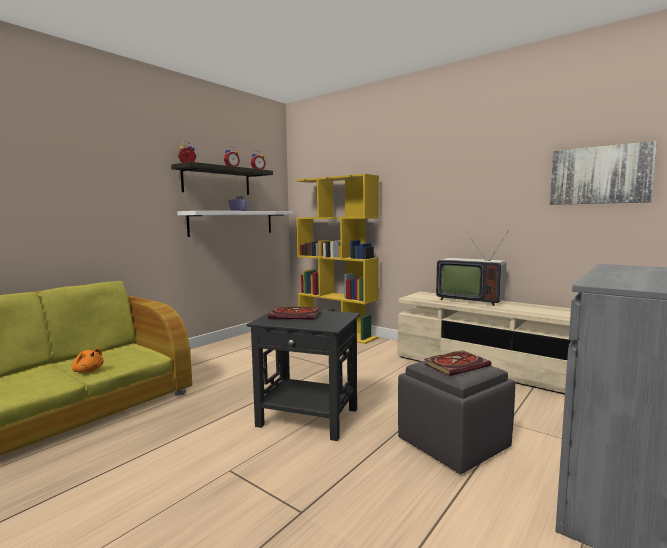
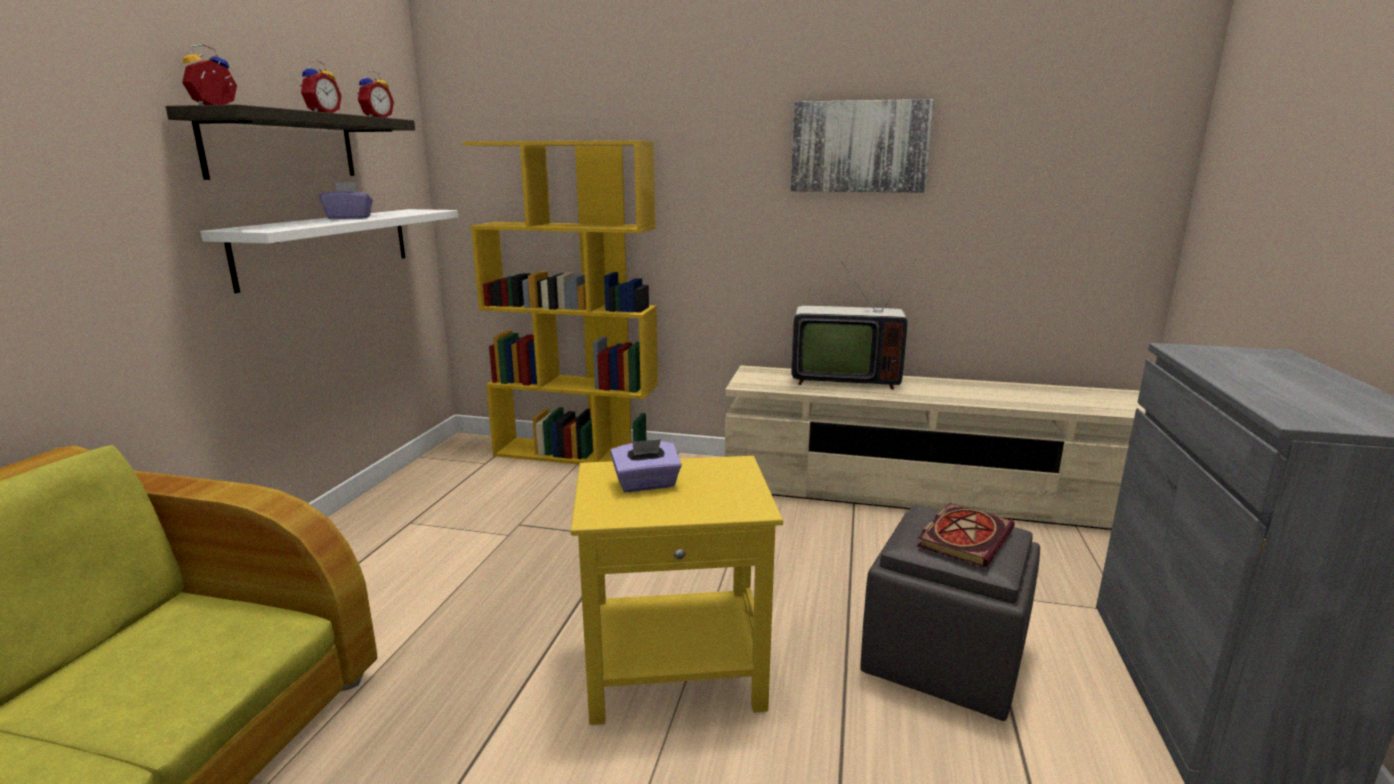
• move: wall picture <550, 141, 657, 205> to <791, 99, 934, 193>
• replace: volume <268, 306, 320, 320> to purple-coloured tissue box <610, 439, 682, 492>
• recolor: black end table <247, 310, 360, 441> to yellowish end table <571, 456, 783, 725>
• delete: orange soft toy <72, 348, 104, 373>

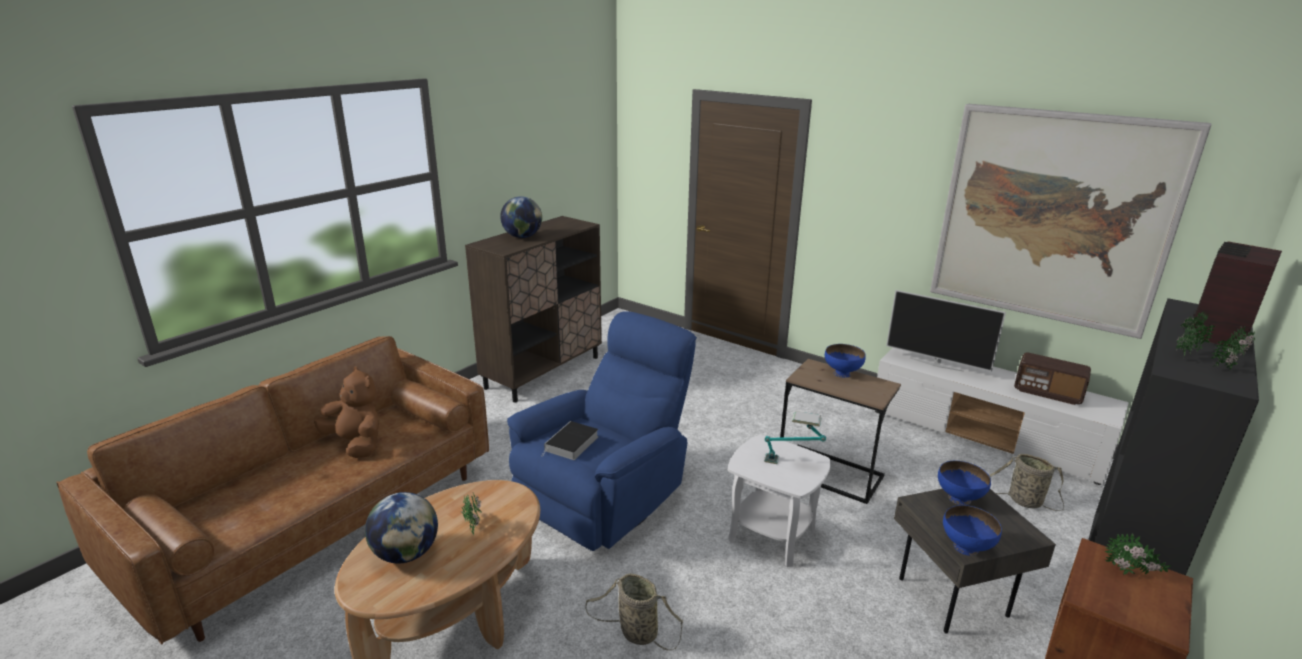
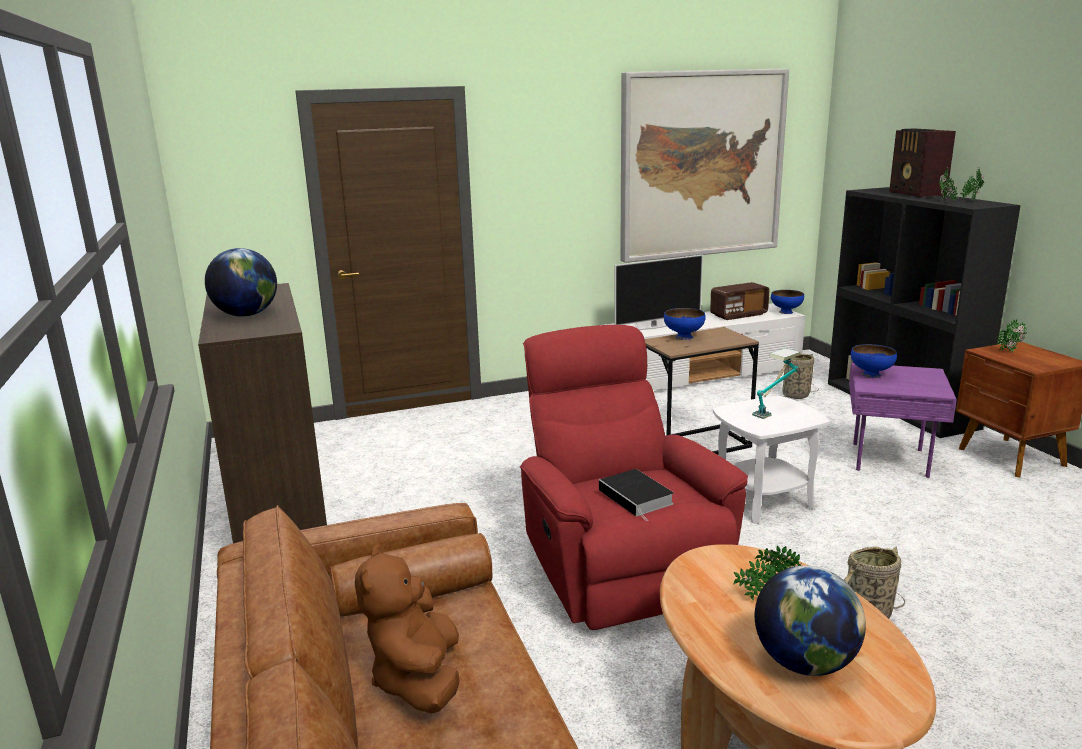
• recolor: bluish easy chair <507, 311, 697, 551> to red-coloured easy chair <520, 325, 748, 630>
• rotate: brown soft toy <314, 367, 379, 458> = <355, 544, 460, 714> 75 degrees counterclockwise
• recolor: grey end table <894, 489, 1056, 634> to purple-coloured end table <849, 363, 957, 478>
• move: bluish deep dish <943, 505, 1002, 556> to <771, 290, 804, 314>

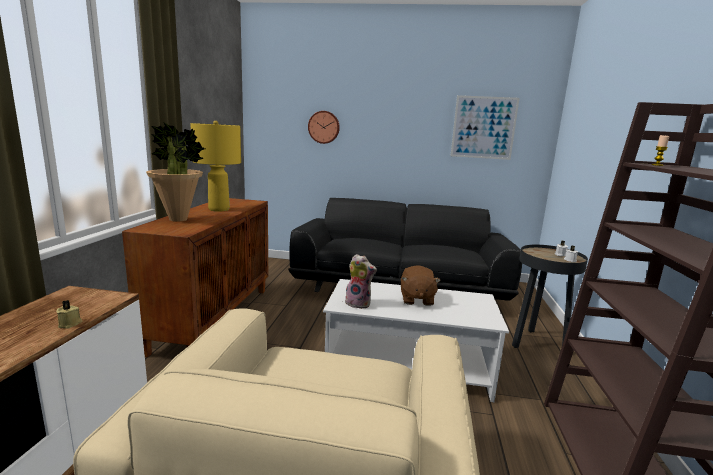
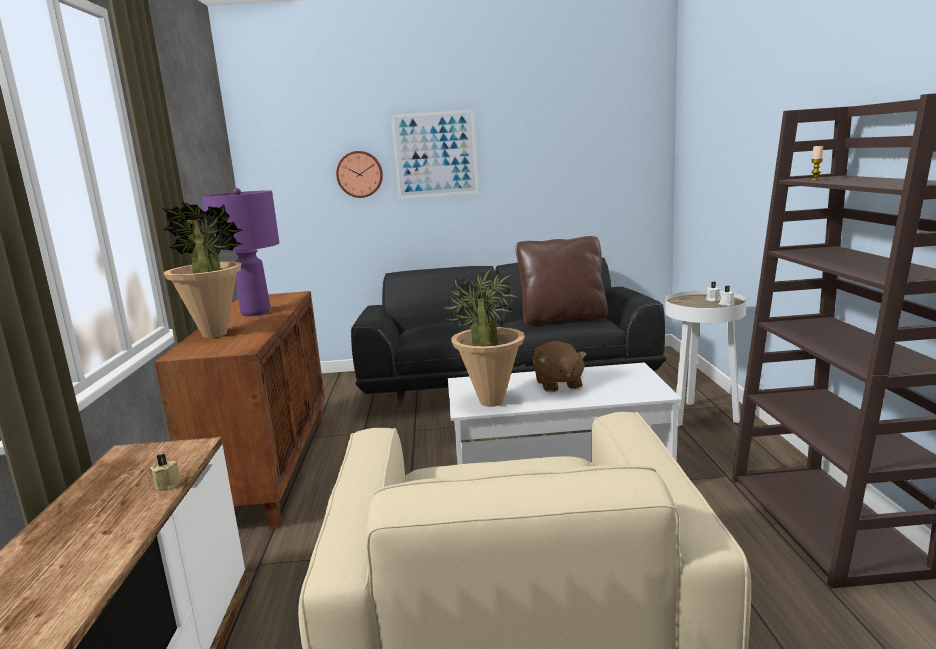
• move: wall picture <451, 95, 520, 160> to <391, 110, 478, 199>
• recolor: yellowish table lamp <190, 121, 241, 212> to purple-coloured table lamp <202, 188, 279, 316>
• recolor: black end table <512, 245, 588, 348> to whitish end table <665, 290, 747, 427>
• replace: soft toy <345, 254, 377, 309> to houseplant <443, 268, 525, 407>
• insert: brown pillow <516, 236, 608, 325>

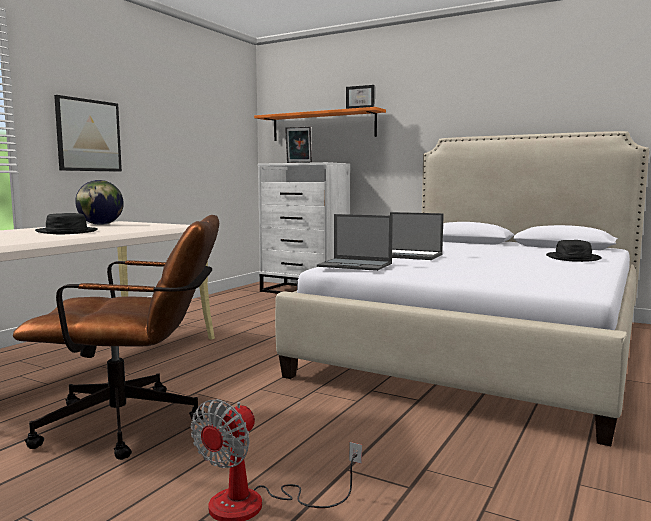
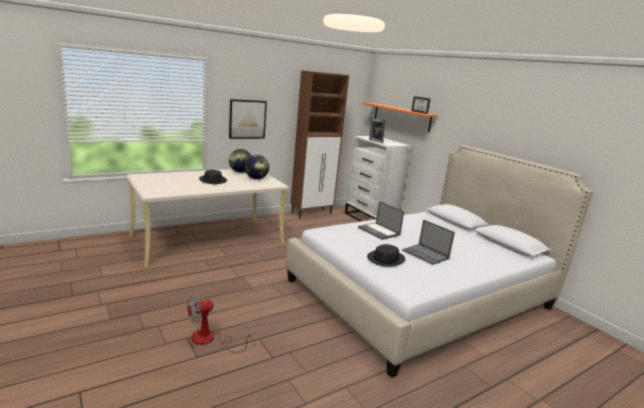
• move: notebook computer <317, 214, 393, 271> to <402, 220, 455, 265>
• delete: brown computer chair <13, 215, 219, 460>
• move: black wearable hat <546, 240, 602, 262> to <367, 244, 405, 267>
• insert: brown cupboard <291, 70, 349, 218>
• insert: globe <245, 155, 269, 179>

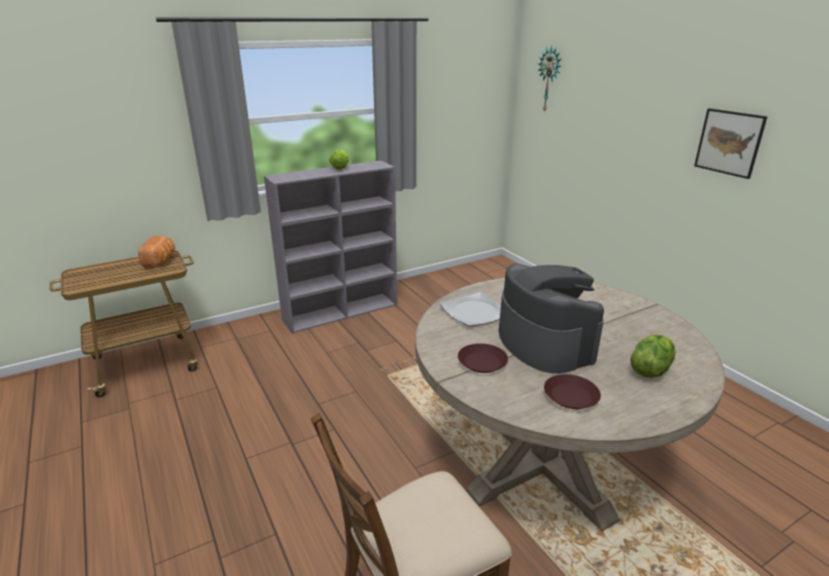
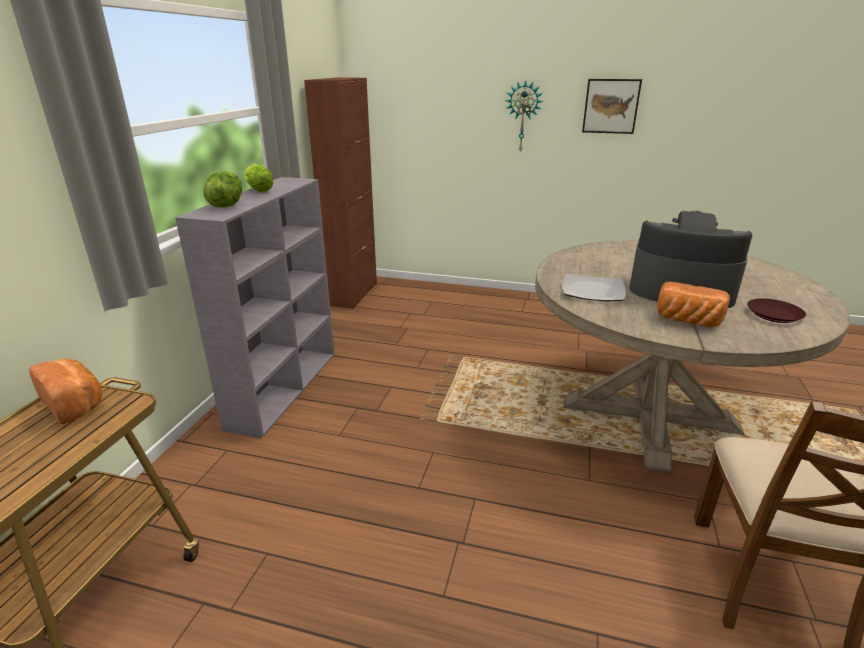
• move: clock on the wall <538, 46, 561, 113> to <505, 80, 544, 153>
• move: lettuce <630, 334, 676, 378> to <203, 171, 242, 208>
• replace: brown plate <458, 343, 508, 373> to bakery bread <657, 282, 730, 327>
• insert: brown cupboard <304, 77, 377, 309>

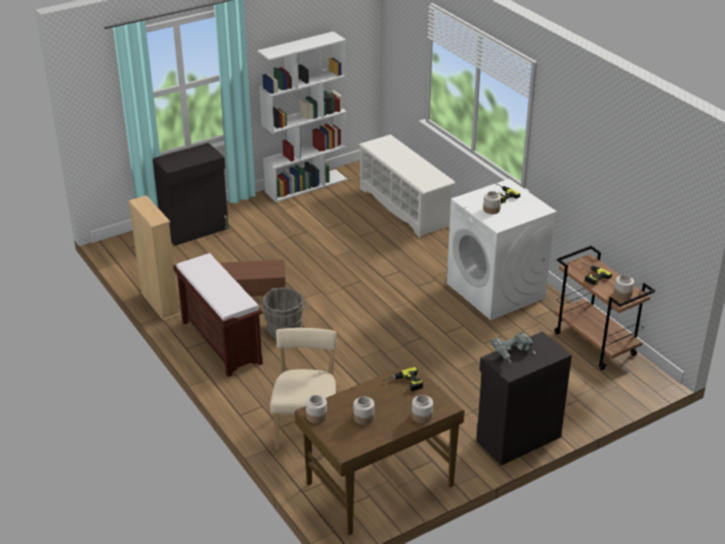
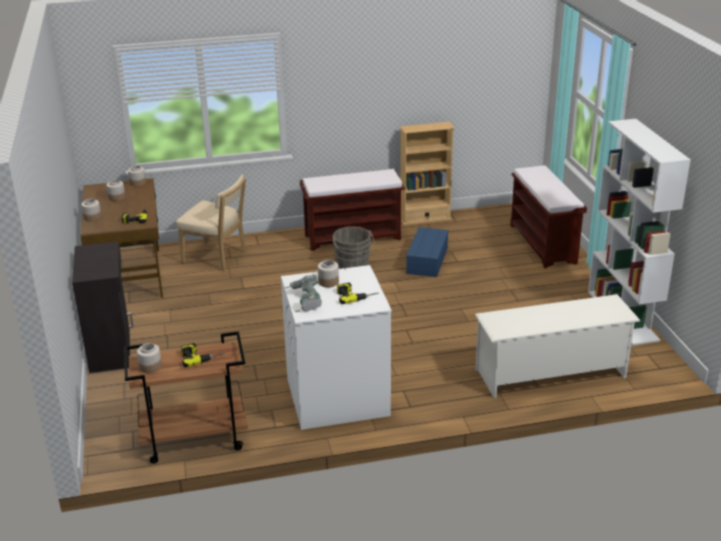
• replace: black cupboard <153, 143, 229, 246> to brown bench <510, 165, 587, 268>
• recolor: brown storage bin <221, 260, 285, 296> to bluish storage bin <406, 227, 449, 277>
• move: electric drill <491, 331, 536, 363> to <285, 275, 322, 312>

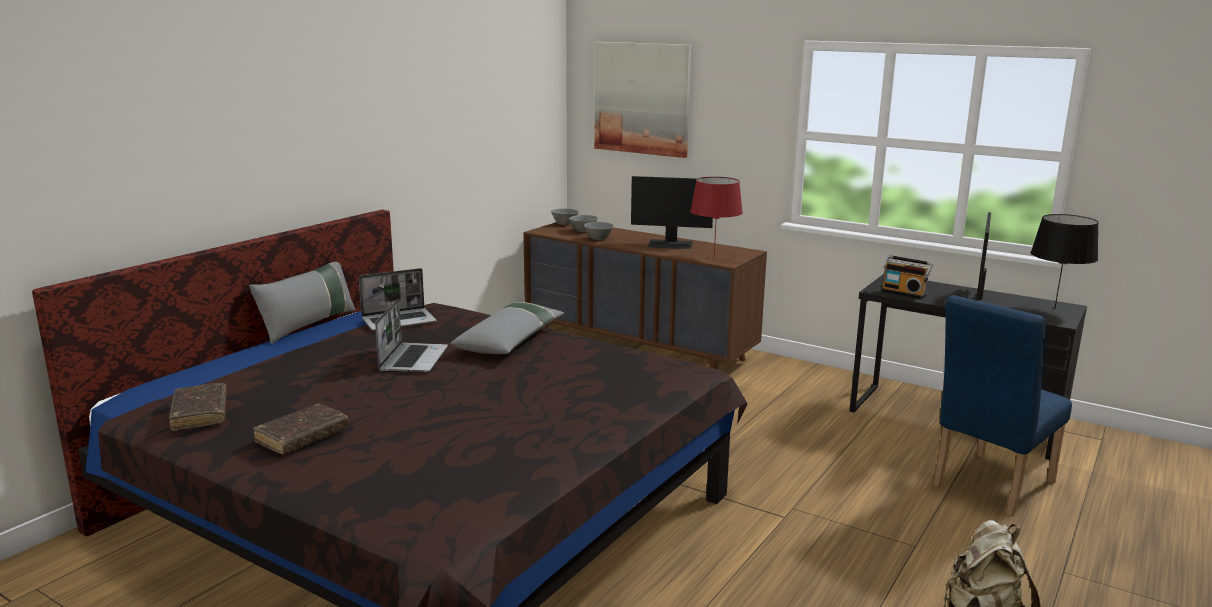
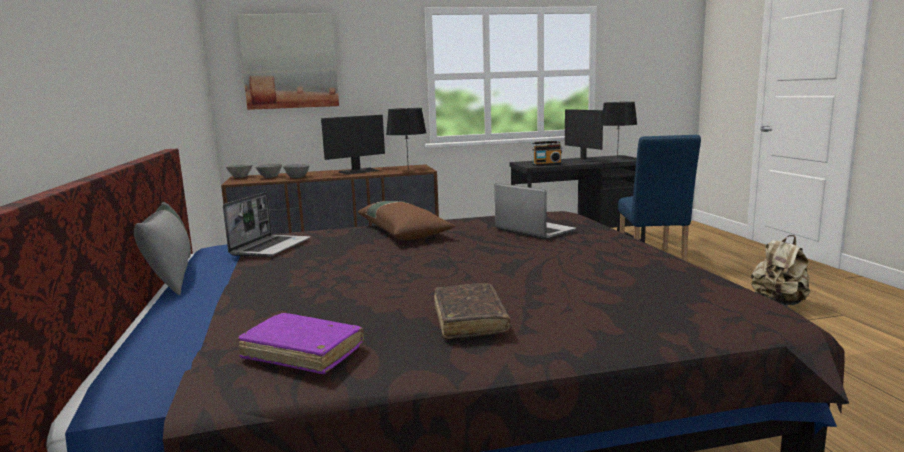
• recolor: red-coloured table lamp <690, 177, 743, 258> to black table lamp <386, 108, 427, 170>
• move: notebook computer <375, 299, 448, 373> to <495, 183, 576, 240>
• recolor: grey pillow <450, 302, 564, 354> to brown pillow <358, 201, 455, 240>
• recolor: brown volume <169, 383, 227, 431> to purple-coloured volume <238, 313, 364, 374>

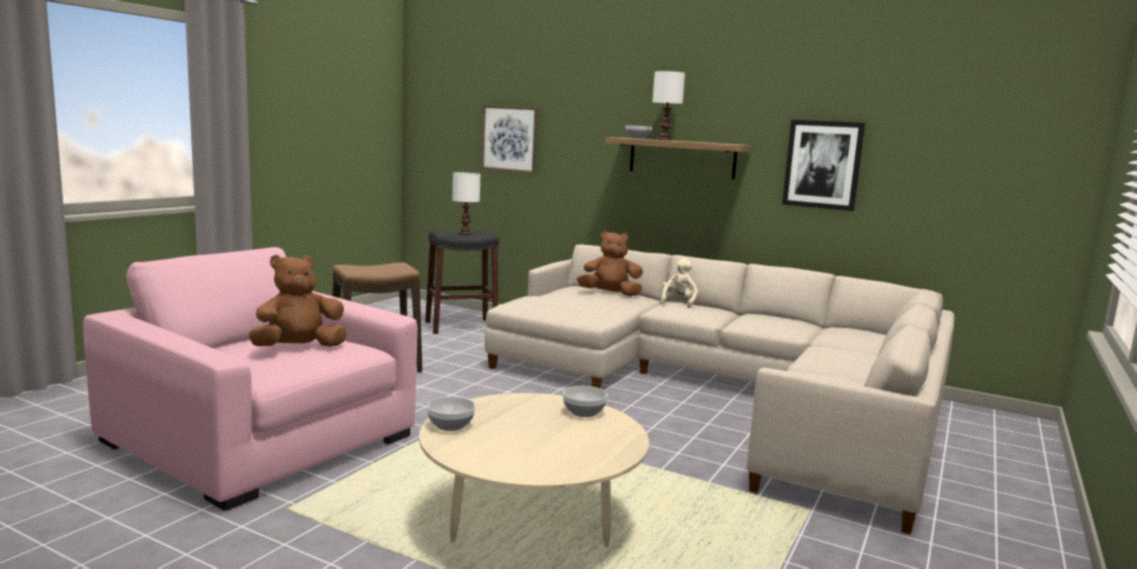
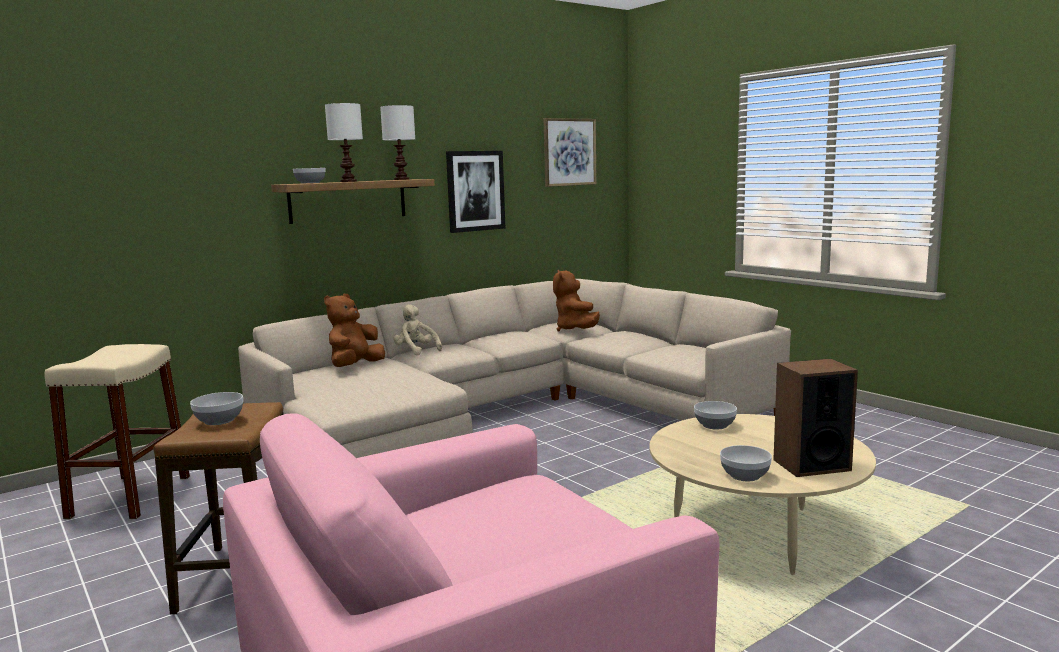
• move: wall picture <481, 105, 538, 173> to <544, 118, 597, 187>
• move: whitish table lamp <452, 173, 480, 234> to <380, 105, 415, 180>
• recolor: black stool <425, 230, 499, 334> to sand-coloured stool <44, 344, 190, 519>
• move: brown soft toy <248, 255, 347, 347> to <553, 270, 600, 331>
• insert: audio speaker <773, 359, 858, 477>
• insert: deep dish <190, 392, 243, 425>

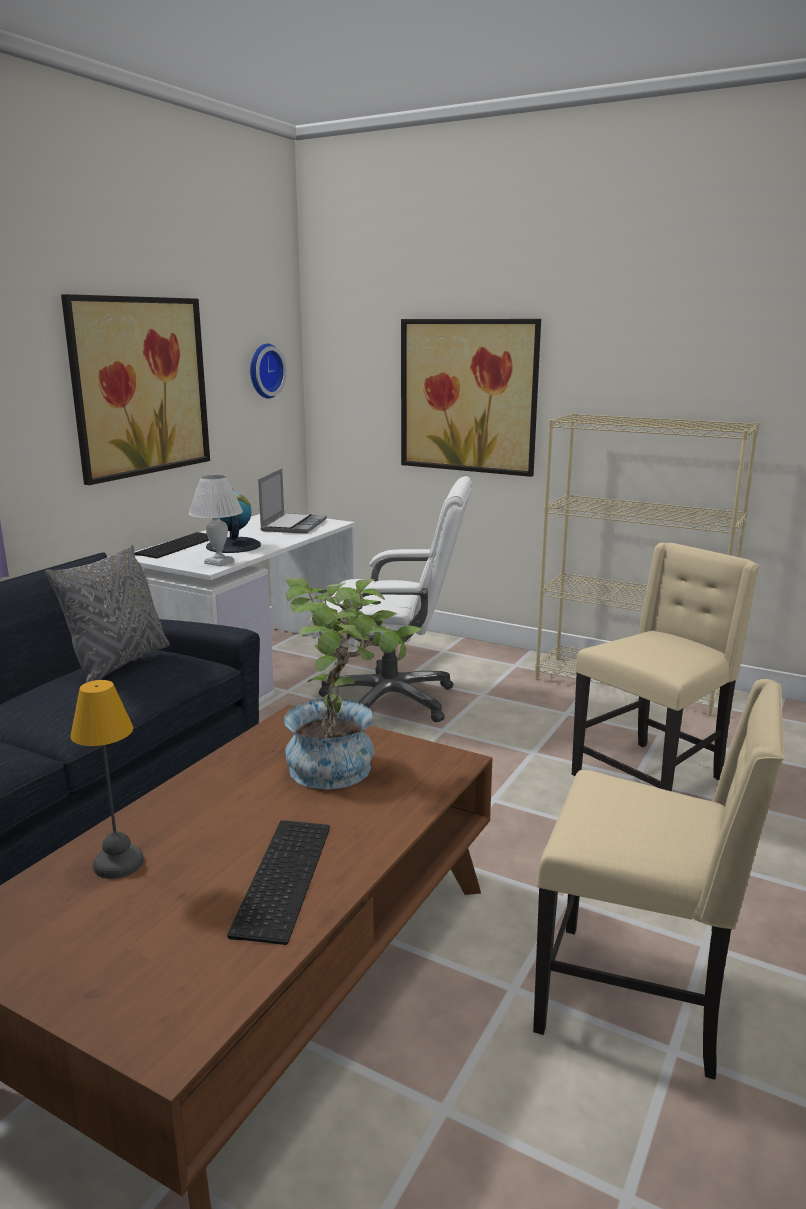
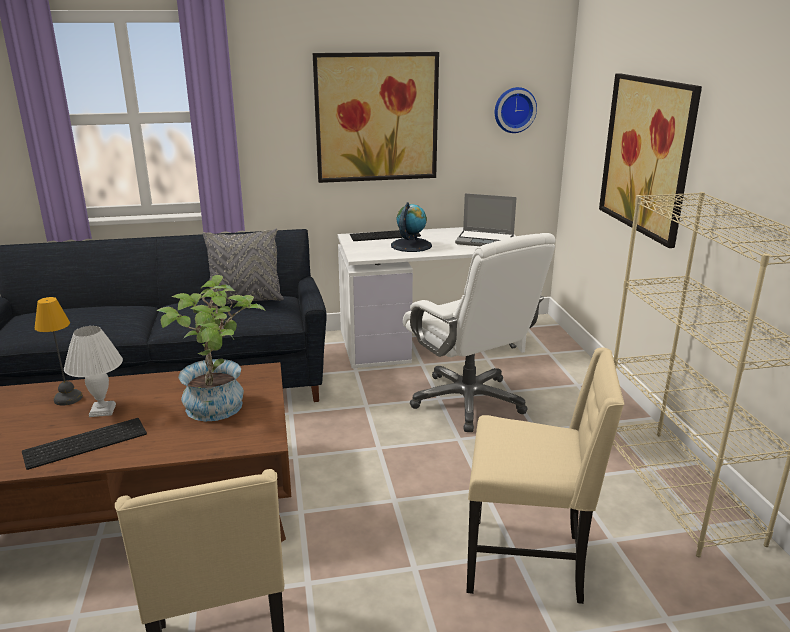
• rotate: notebook computer <258, 468, 327, 534> = <455, 193, 517, 246> 45 degrees clockwise
• move: whitish table lamp <189, 475, 243, 566> to <64, 326, 123, 417>

